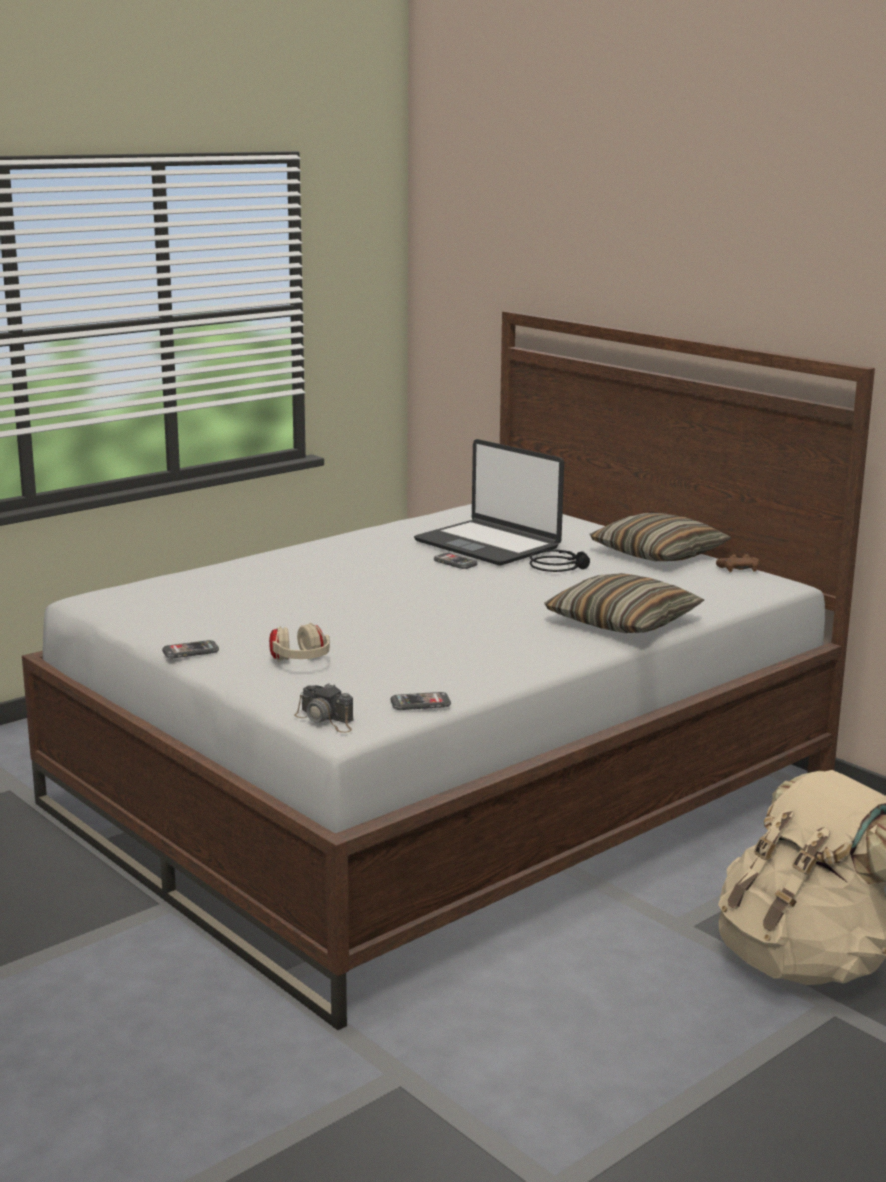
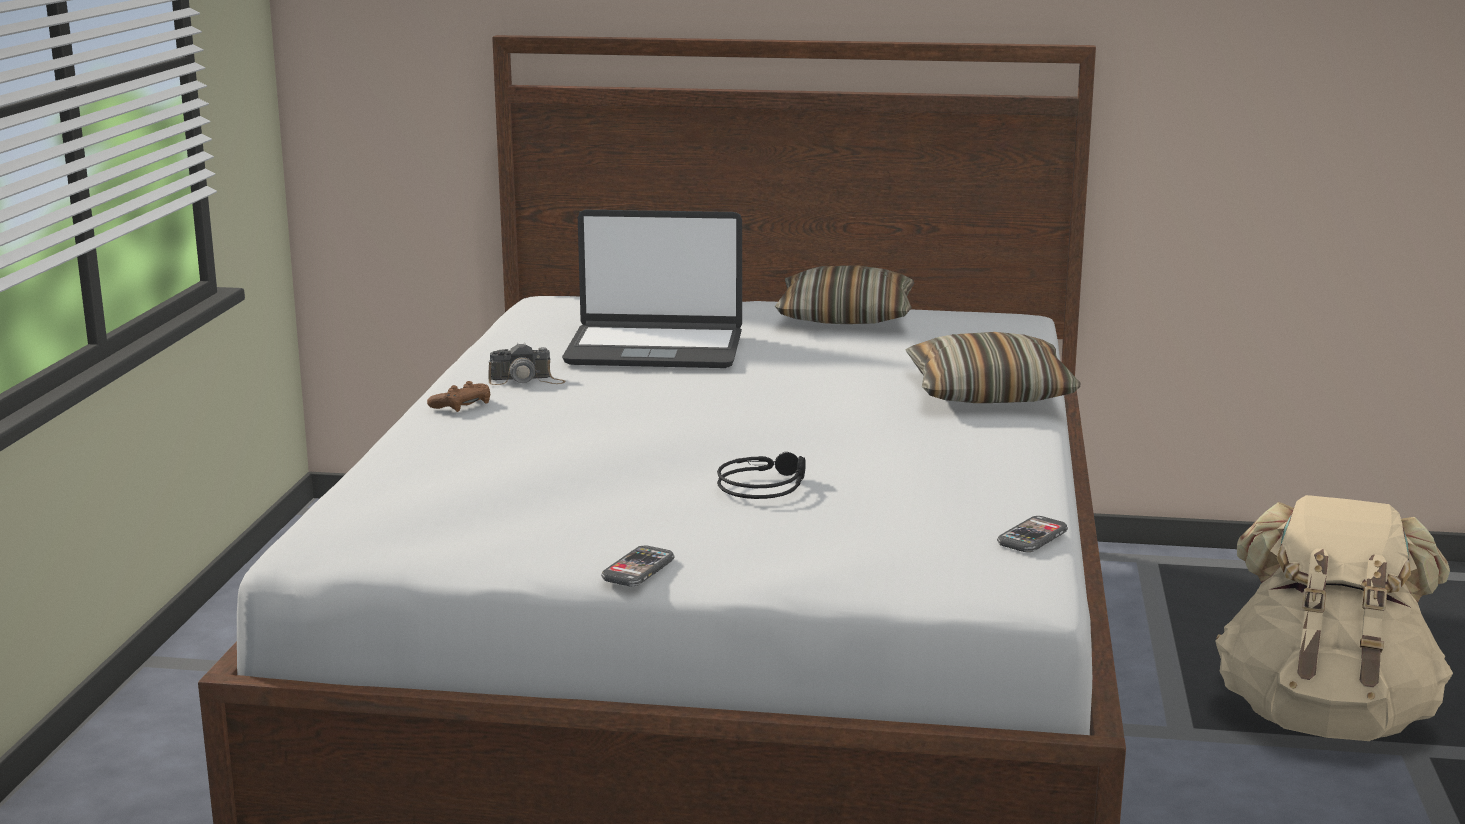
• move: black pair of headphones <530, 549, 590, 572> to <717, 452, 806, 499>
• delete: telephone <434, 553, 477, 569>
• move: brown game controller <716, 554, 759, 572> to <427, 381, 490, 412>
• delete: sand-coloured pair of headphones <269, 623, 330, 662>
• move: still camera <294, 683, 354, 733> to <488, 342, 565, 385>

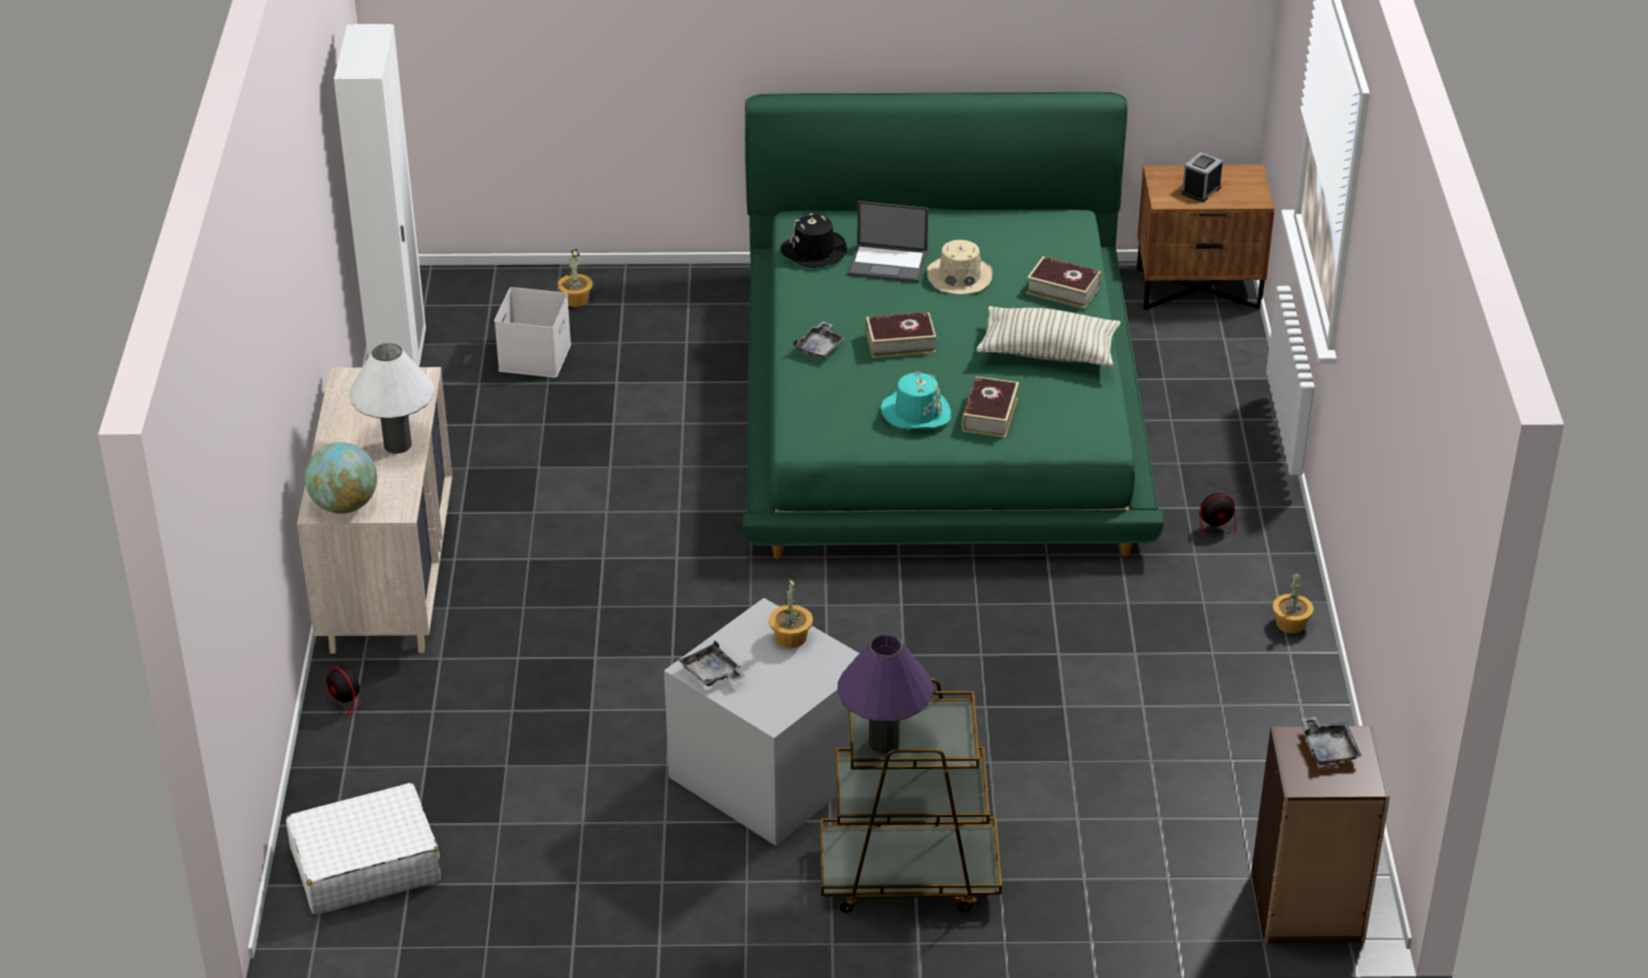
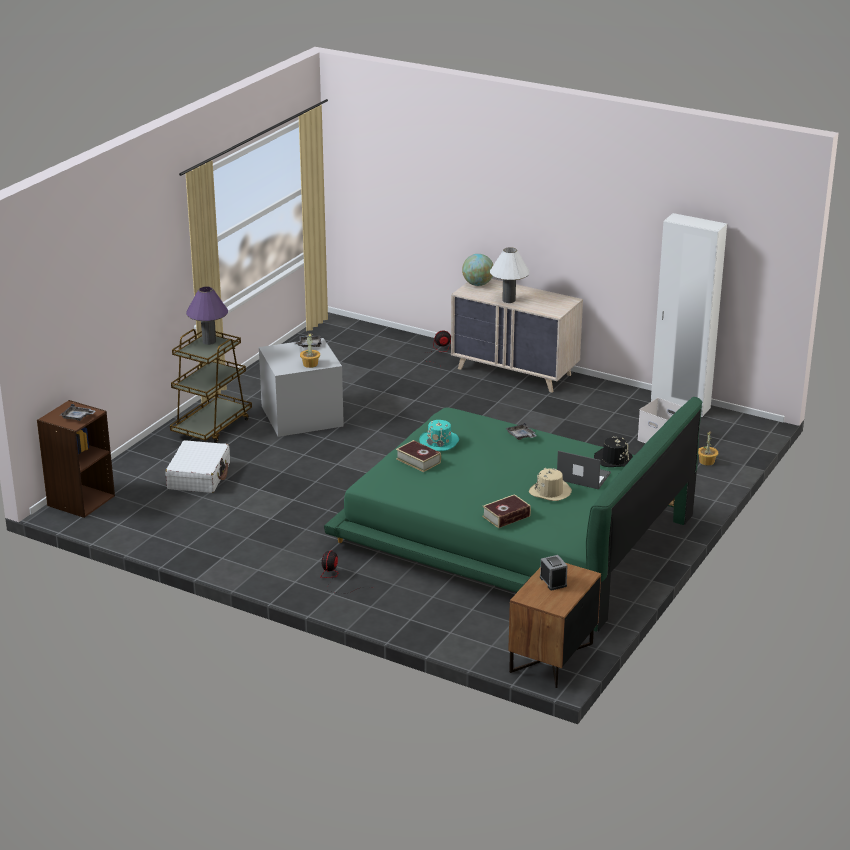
• rotate: notebook computer <848, 201, 928, 283> = <557, 451, 611, 489> 75 degrees clockwise
• delete: pillow <976, 306, 1120, 367>
• delete: volume <866, 312, 936, 358>
• delete: houseplant <1272, 572, 1314, 634>
• move: whitish travel case <286, 783, 441, 915> to <165, 440, 230, 493>

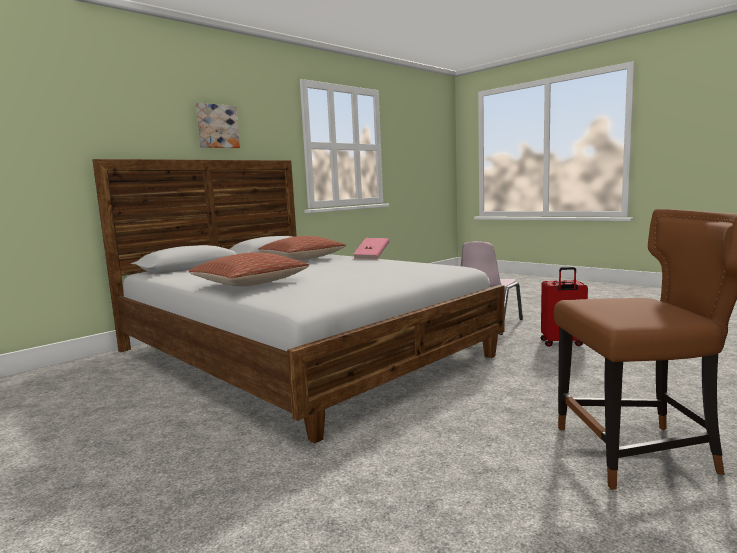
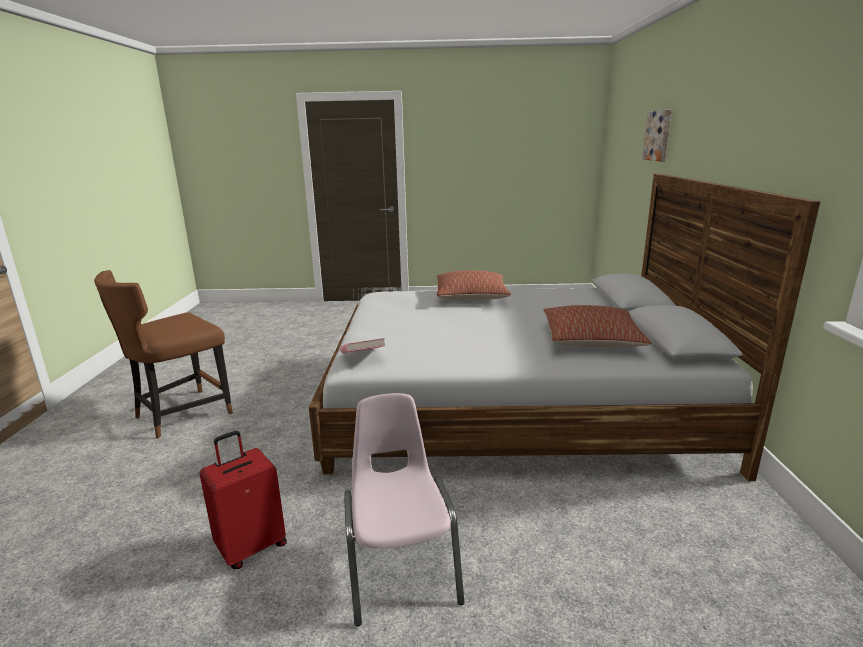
• move: wall picture <196, 103, 240, 148> to <642, 110, 672, 161>
• move: pinkish volume <353, 238, 389, 259> to <340, 338, 386, 353>

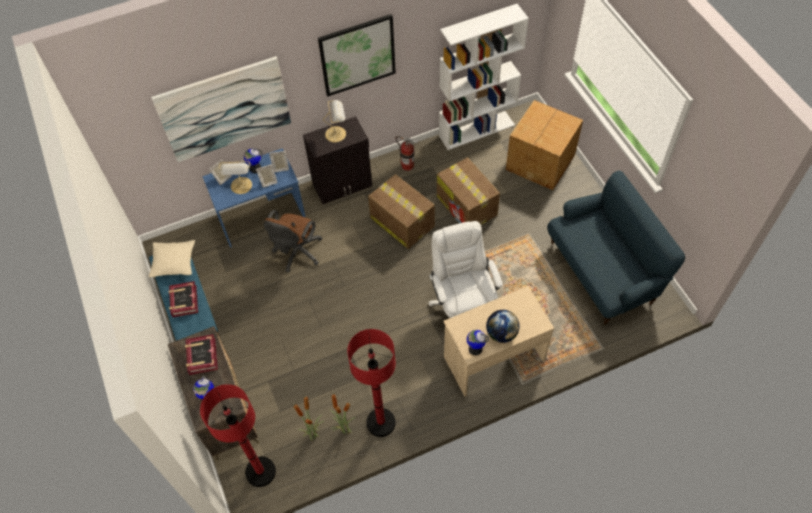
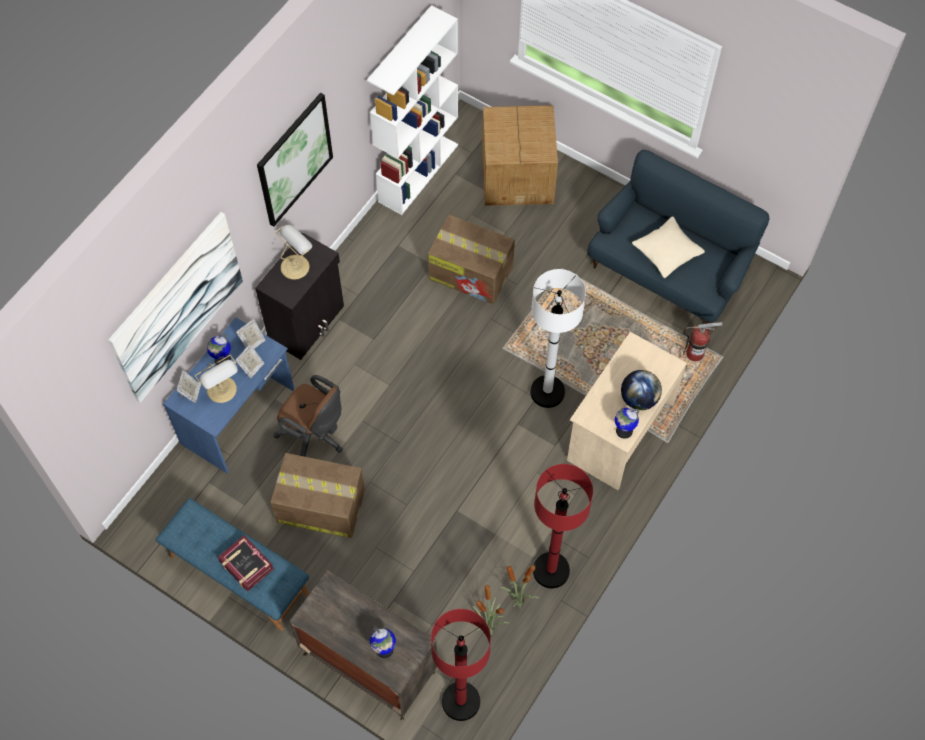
• move: extinguisher <396, 136, 418, 171> to <683, 322, 722, 361>
• move: cardboard box <368, 174, 435, 249> to <270, 453, 365, 538>
• rotate: brown computer chair <264, 210, 323, 273> = <274, 375, 343, 457> 45 degrees counterclockwise
• replace: whitish computer chair <428, 221, 503, 318> to whitish standard lamp <530, 269, 586, 408>
• move: sand-coloured pillow <149, 240, 195, 277> to <632, 216, 705, 278>
• delete: volume <185, 334, 218, 375>

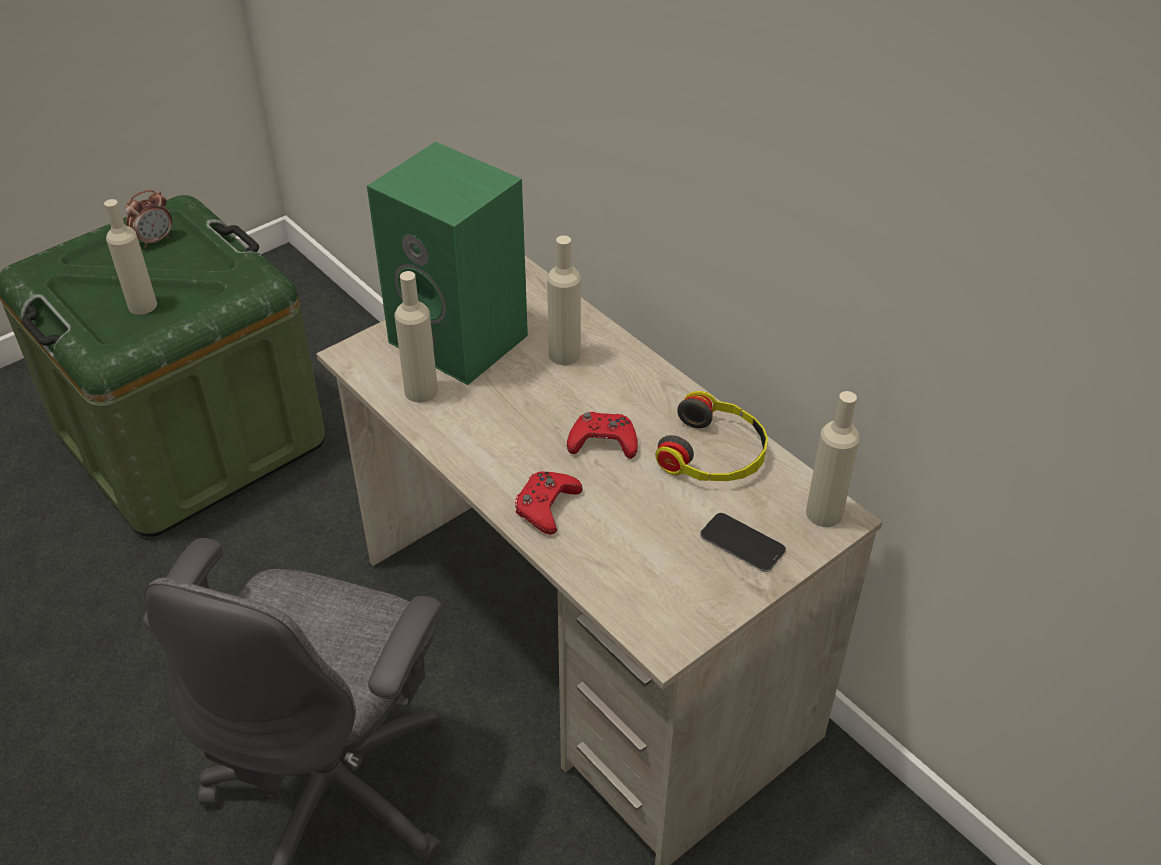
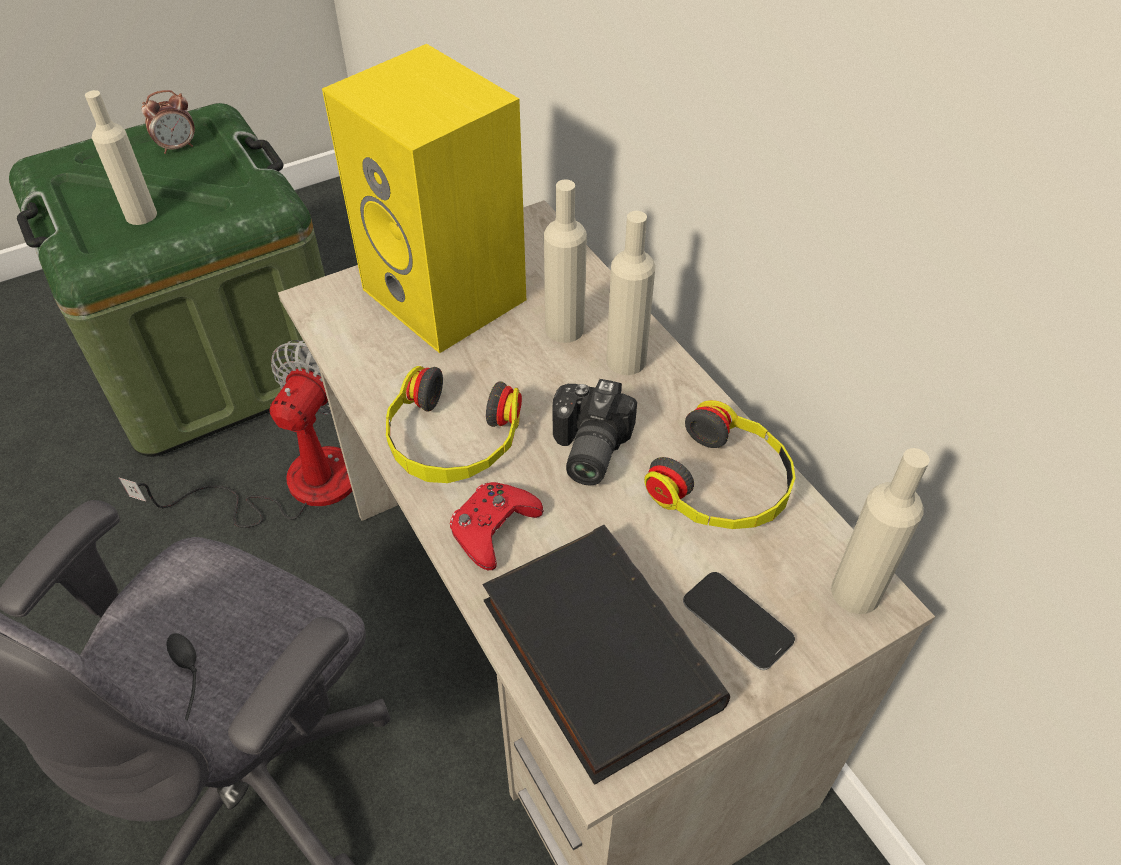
• recolor: green-coloured audio speaker <367, 142, 528, 385> to yellowish audio speaker <322, 44, 526, 353>
• move: sand-coloured bottle <395, 271, 438, 403> to <606, 211, 656, 375>
• replace: red-coloured game controller <567, 412, 638, 459> to still camera <553, 379, 637, 485>
• insert: fan <119, 340, 352, 528>
• insert: pair of headphones <386, 366, 522, 483>
• insert: black volume <482, 525, 730, 785>

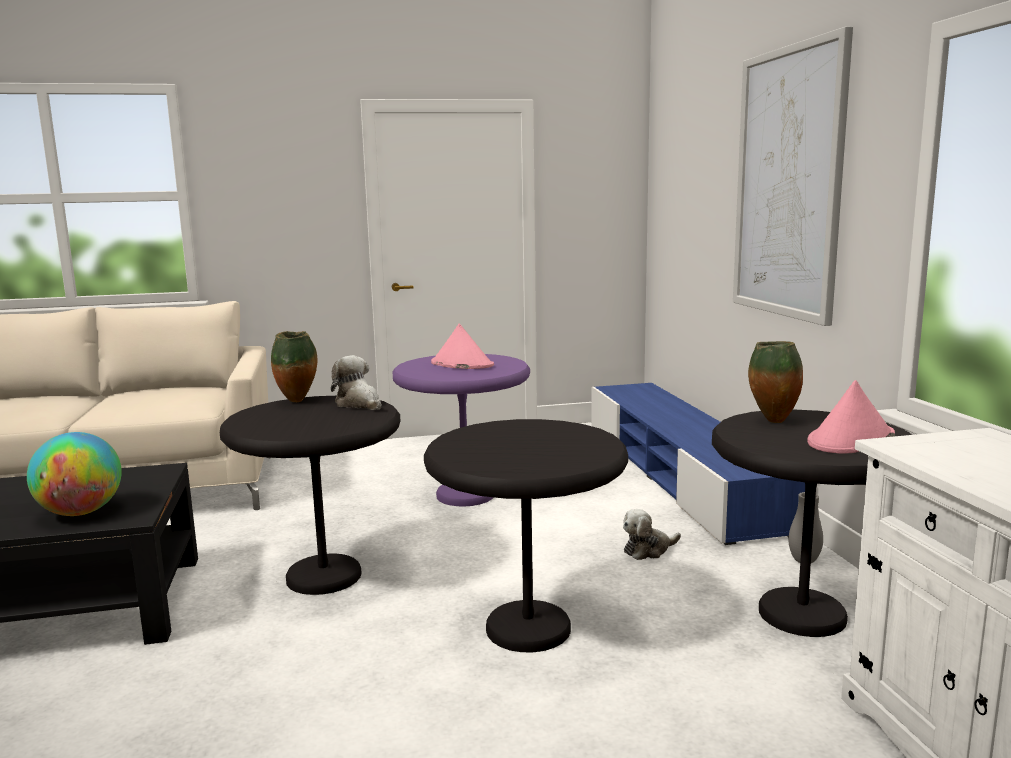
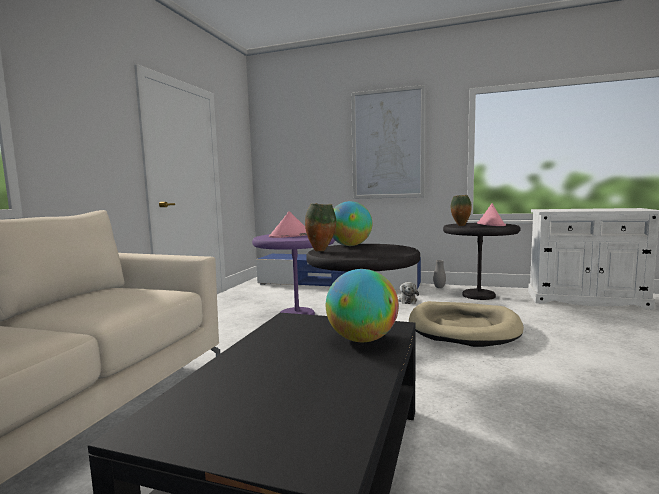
• replace: soft toy <331, 355, 381, 410> to globe <333, 201, 372, 246>
• replace: black end table <424, 419, 628, 652> to sand-coloured pet bed <409, 301, 524, 347>

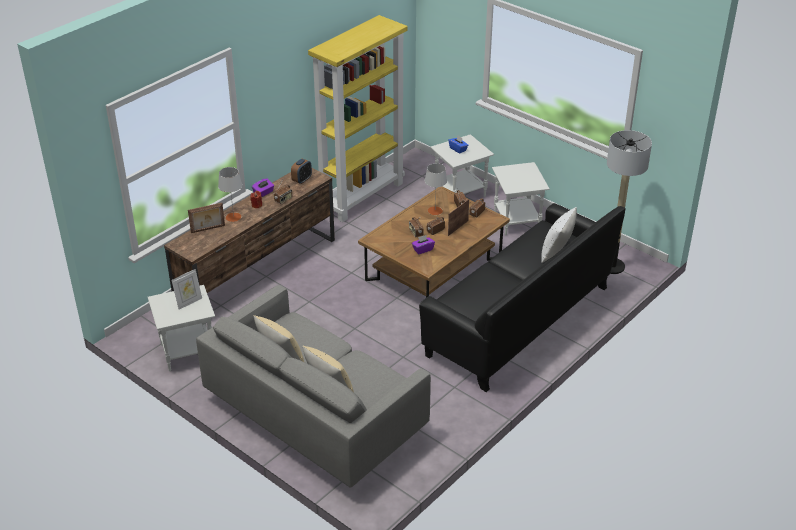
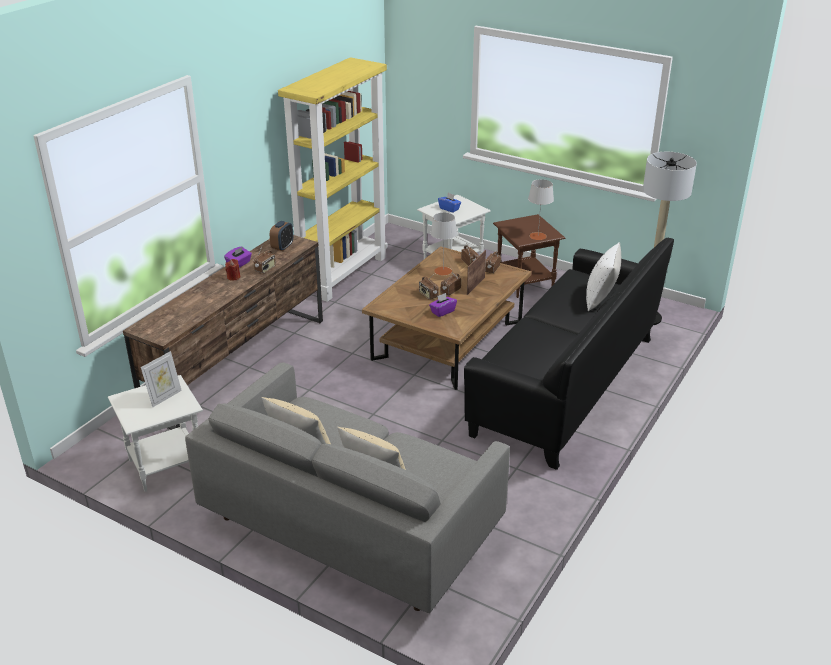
• recolor: whitish end table <492, 162, 550, 235> to brown end table <493, 214, 565, 298>
• move: grey table lamp <218, 167, 242, 222> to <528, 179, 554, 240>
• delete: photo frame <188, 203, 225, 233>

